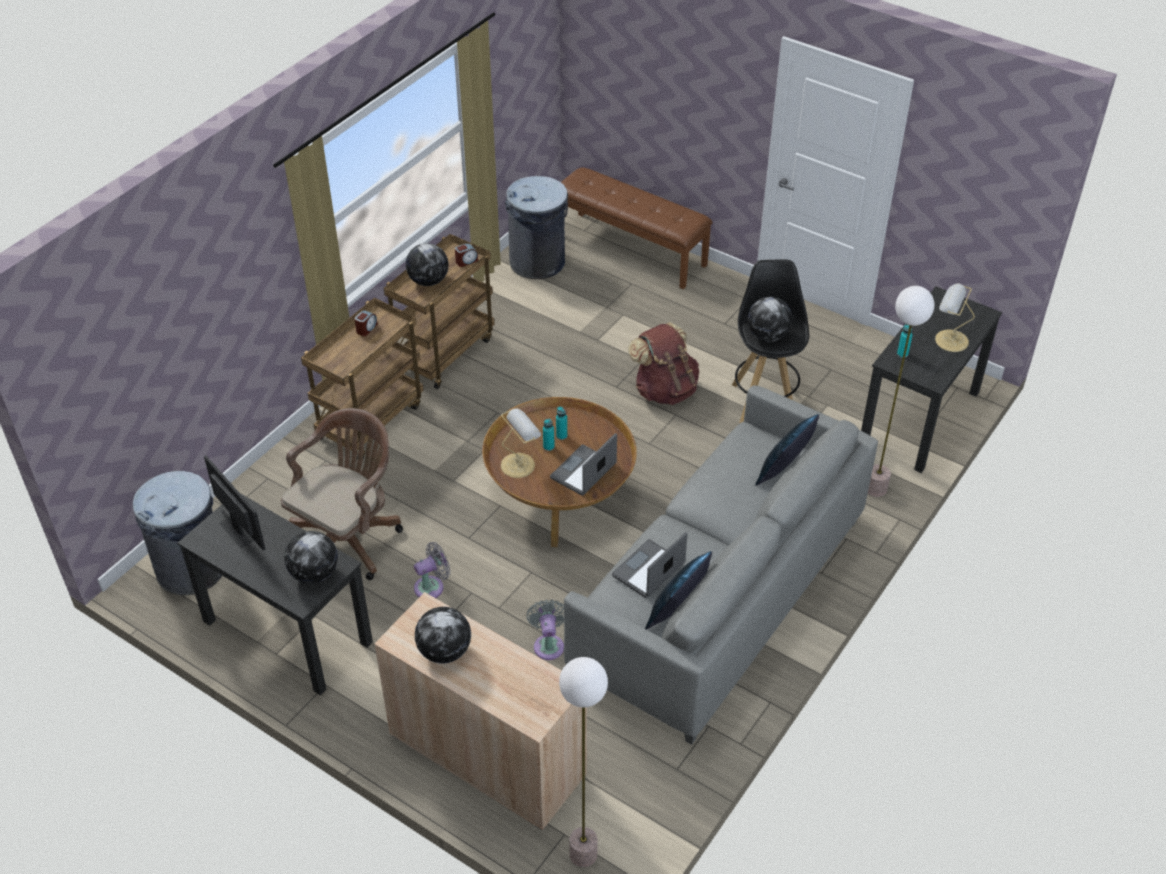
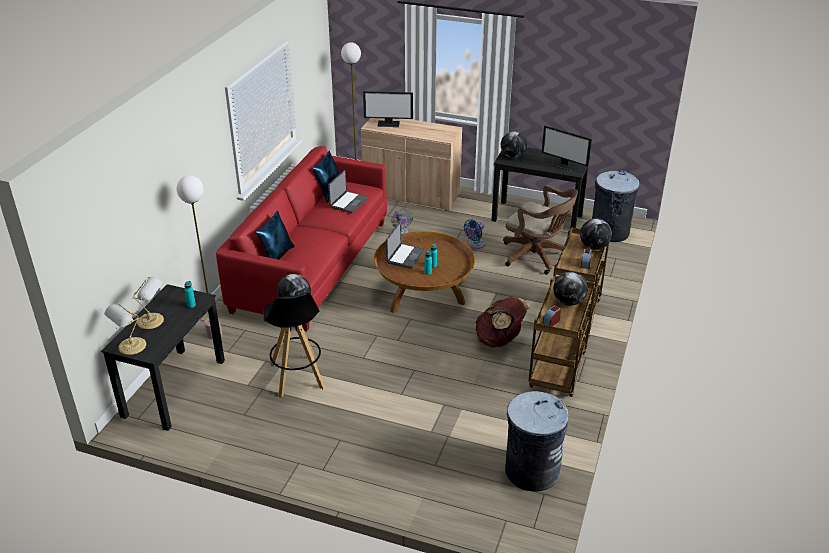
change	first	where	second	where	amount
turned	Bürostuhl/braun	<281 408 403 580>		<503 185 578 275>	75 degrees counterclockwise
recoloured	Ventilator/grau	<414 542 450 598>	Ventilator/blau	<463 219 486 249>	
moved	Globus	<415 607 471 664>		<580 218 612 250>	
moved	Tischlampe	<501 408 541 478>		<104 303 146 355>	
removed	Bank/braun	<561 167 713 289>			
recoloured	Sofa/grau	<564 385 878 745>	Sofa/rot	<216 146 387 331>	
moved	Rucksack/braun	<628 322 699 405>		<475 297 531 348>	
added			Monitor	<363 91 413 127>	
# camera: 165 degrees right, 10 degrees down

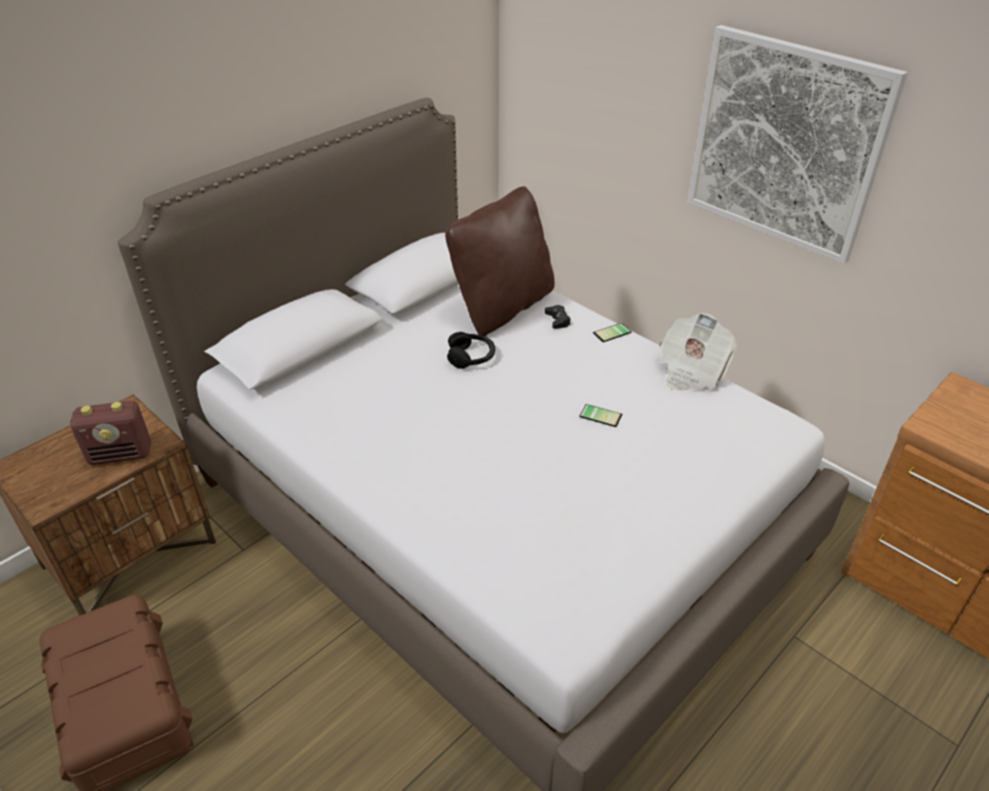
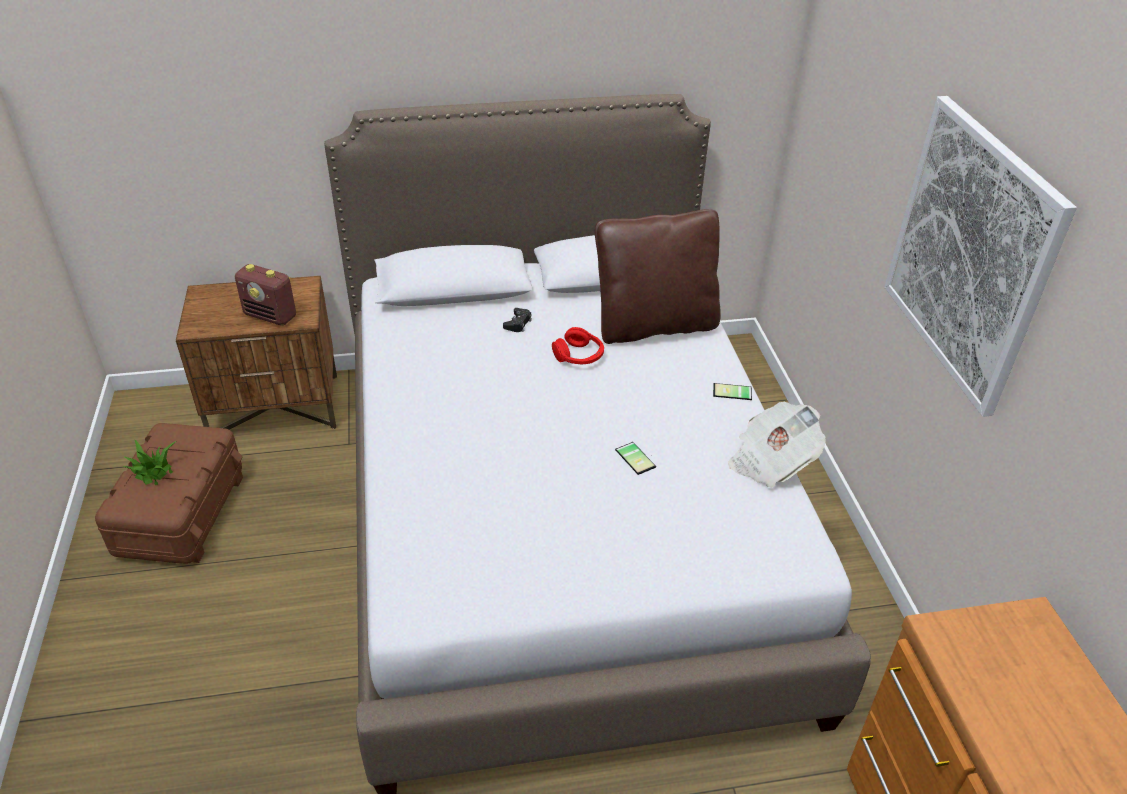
change	first	where	second	where	amount
recoloured	Kopfhörer/schwarz	<447 332 495 369>	Kopfhörer/rot	<552 327 604 364>	
moved	Gamepad/schwarz	<545 305 571 329>		<503 308 532 332>	
added			Topfpflanze	<123 439 176 485>	
# camera: 35 degrees right, 0 degrees up

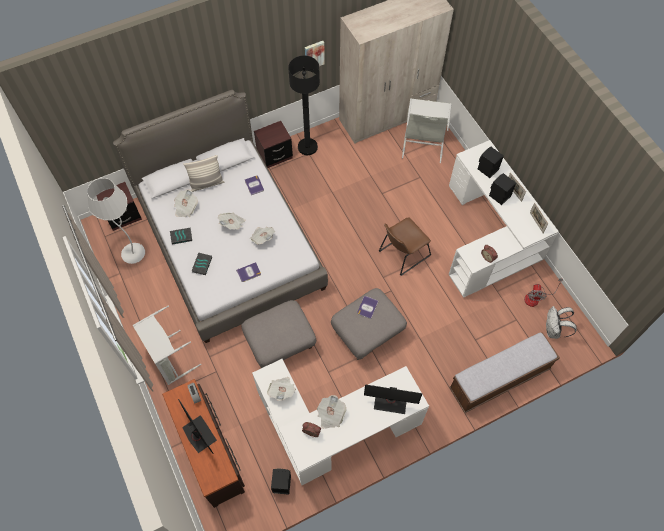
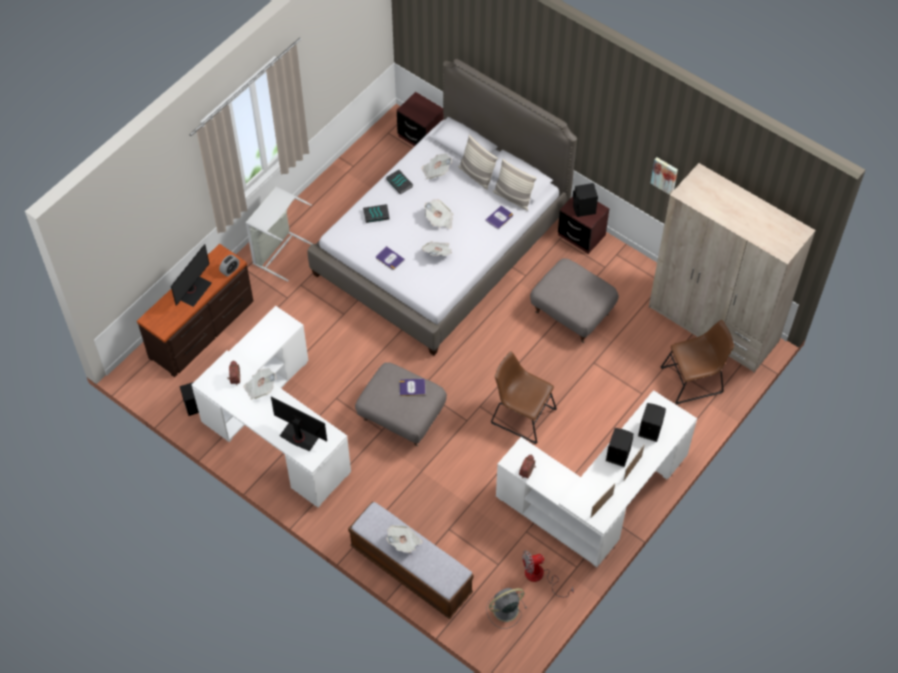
change	first	where	second	where	amount
removed	Stehlampe/weiß	<87 178 145 264>			
moved	Polsterhocker/grau	<241 300 316 368>		<530 258 619 343>	
moved	Zeitung	<267 377 296 401>		<386 525 422 553>	
removed	Stehlampe/schwarz	<288 56 320 155>			
turned	Monitor	<364 385 422 414>		<271 397 327 451>	135 degrees clockwise
replaced	Wäschekorb/grau	<402 98 452 163>	Stuhl/braun	<661 320 734 404>	
replaced	Rucksack/weiß	<546 306 576 339>	Ventilator/grau	<486 588 527 629>	
added			Kissen	<493 159 537 211>	
added			Lautsprecher/schwarz	<573 183 598 217>	
# camera: 65 degrees right, 5 degrees down

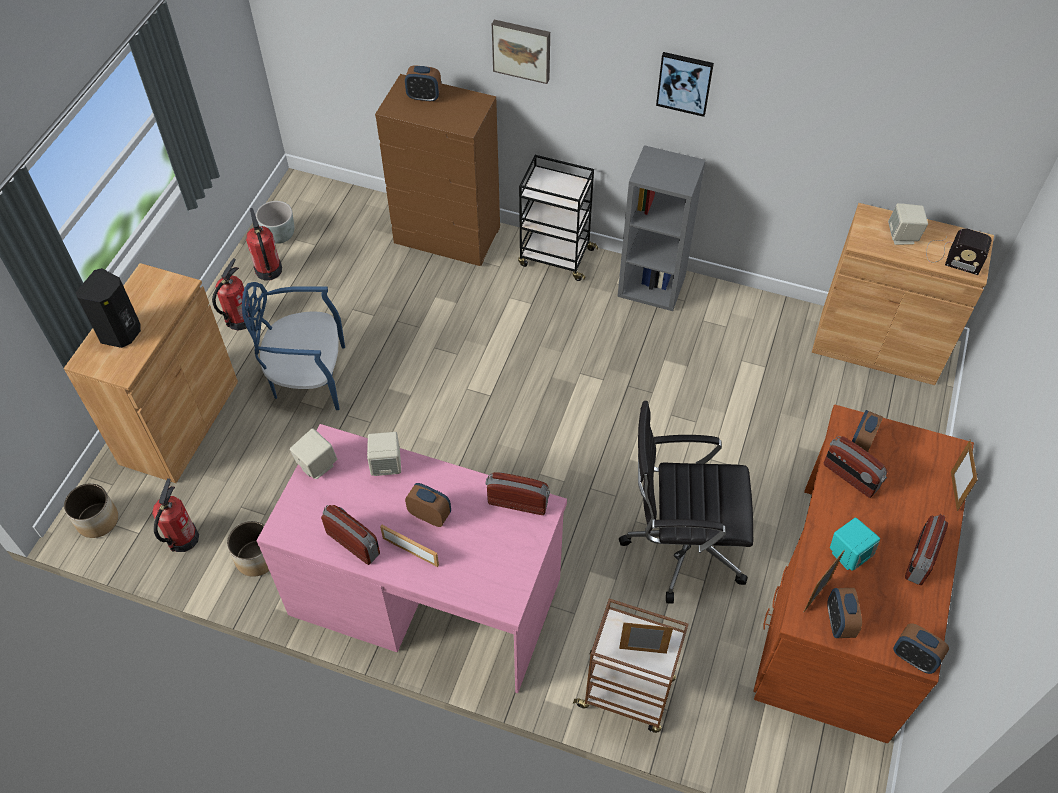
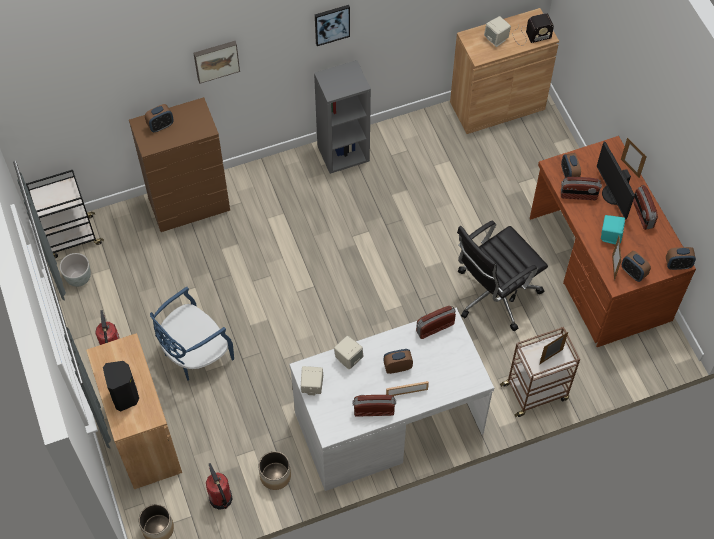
change	first	where	second	where	amount
removed	Feuerlöscher	<246 208 282 281>			
recoloured	Schreibtisch/rosa	<256 424 567 693>	Schreibtisch/weiß	<289 307 494 491>	
moved	Rollwagen/schwarz	<518 155 598 281>		<26 170 104 258>	
added			Monitor	<597 141 635 219>	
# camera: 40 degrees left, 5 degrees up

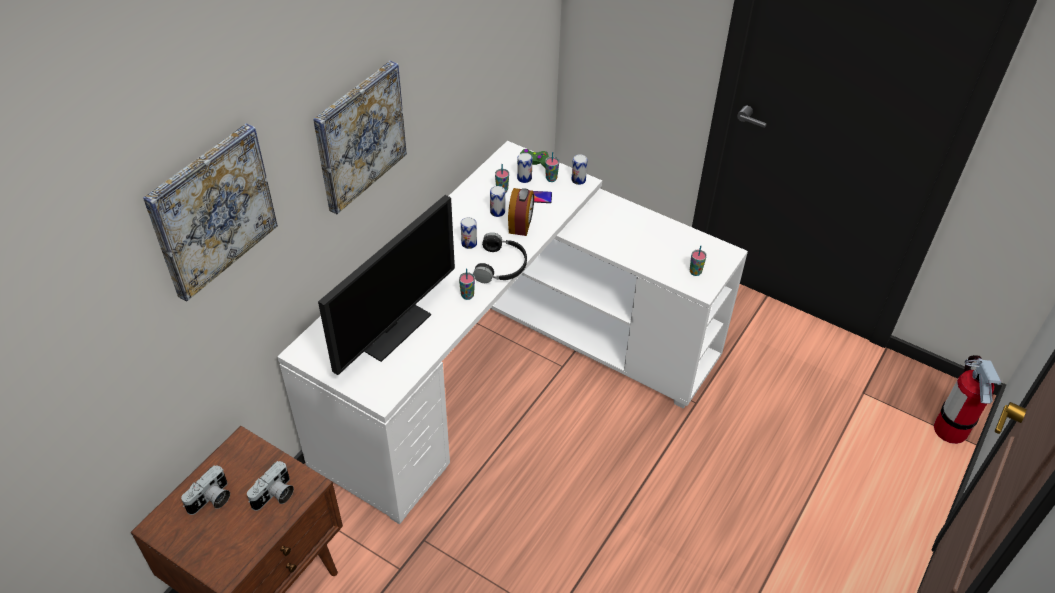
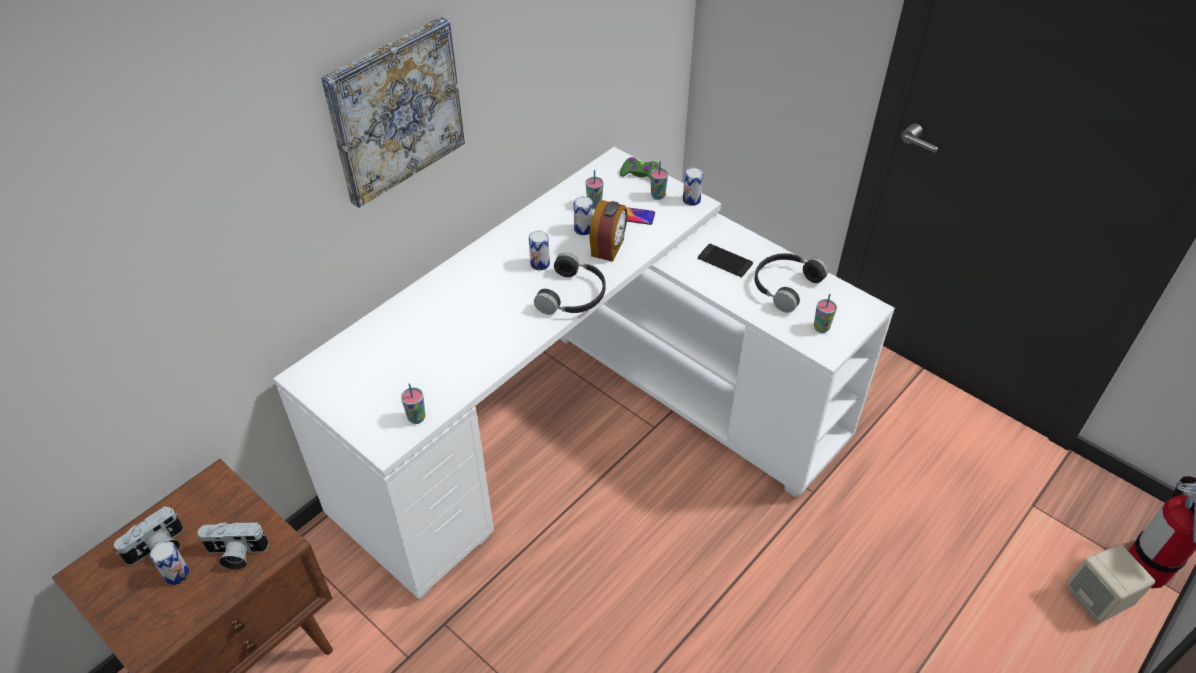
change	first	where	second	where	amount
removed	Bild	<143 123 278 302>			
turned	Kamera	<247 461 294 511>		<198 521 269 570>	45 degrees clockwise
removed	Monitor	<318 195 455 375>			
moved	Tasse	<459 268 475 300>		<401 383 425 424>	
moved	Dose	<517 153 532 183>		<150 541 190 585>	
added			Handy	<698 244 753 277>	
added			Kopfhörer/schwarz	<754 253 828 313>	
added			Lautsprecher/beige	<1067 545 1155 623>	
# camera: 10 degrees right, 0 degrees up

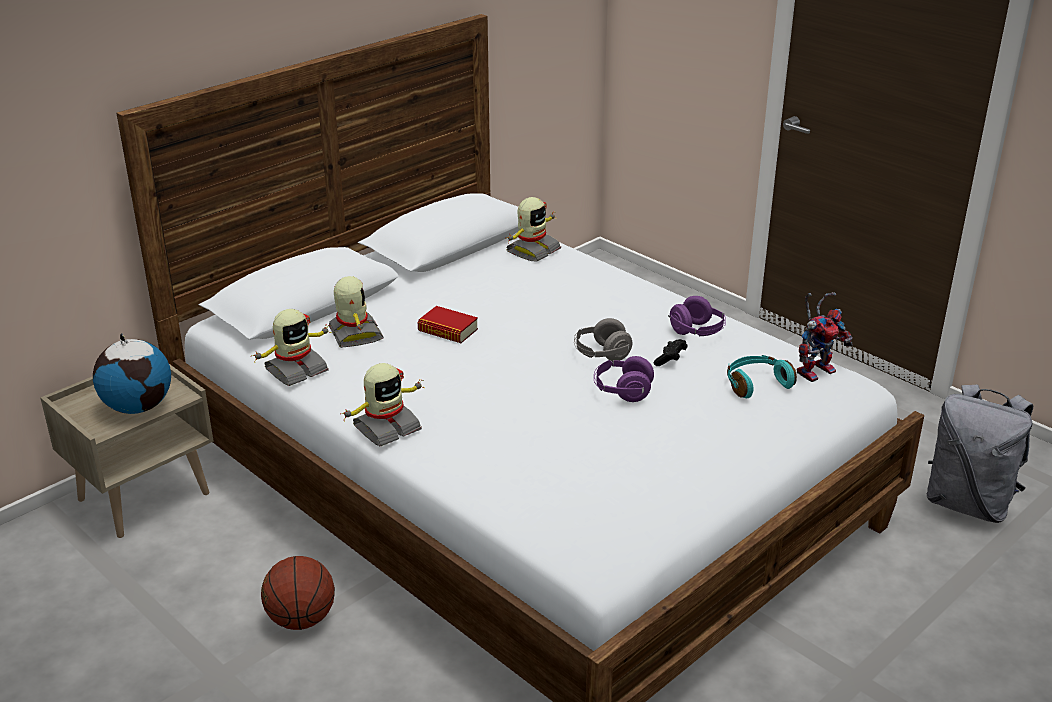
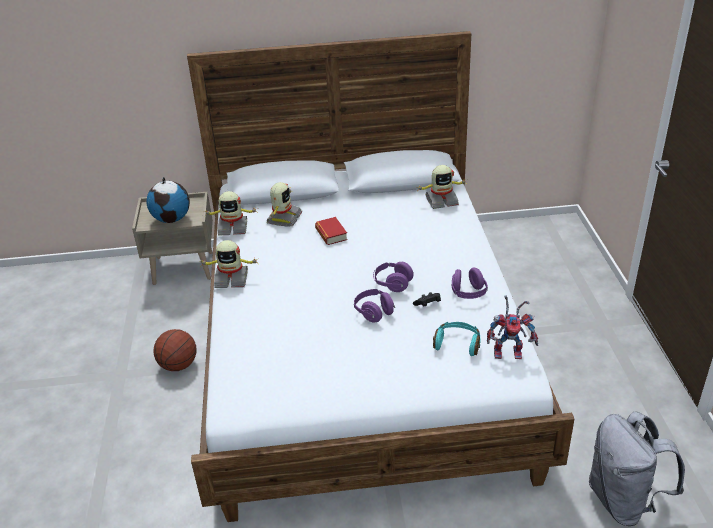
change	first	where	second	where	amount
recoloured	Kopfhörer/grau	<574 318 632 361>	Kopfhörer/lila	<373 262 414 292>	
# camera: 40 degrees right, 5 degrees up

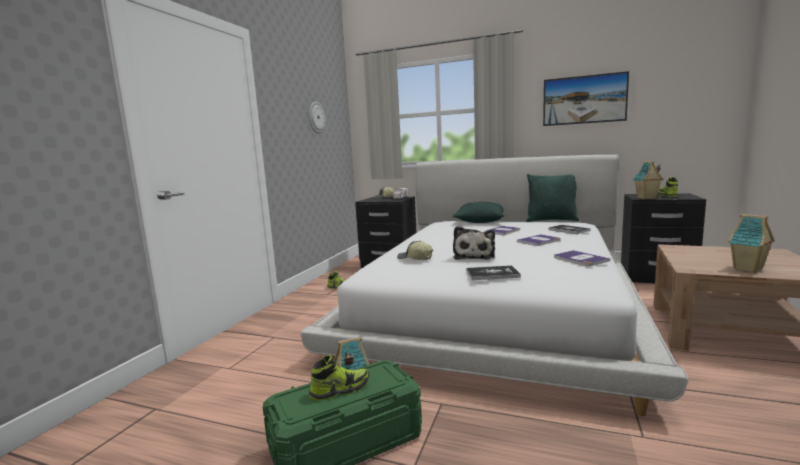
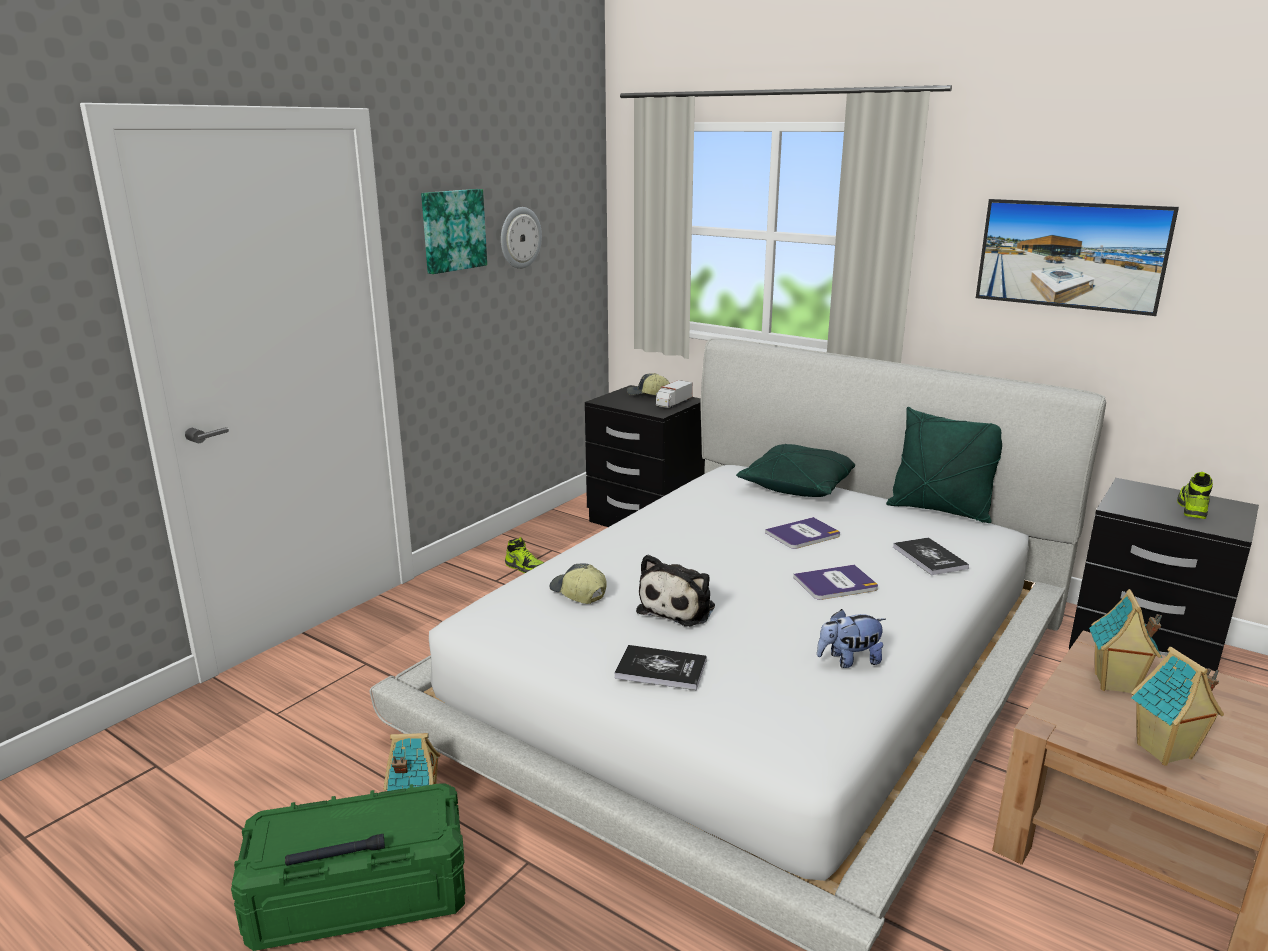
change	first	where	second	where	amount
removed	Schuh	<309 355 369 401>			
replaced	Buch	<554 250 610 266>	Plüschtier	<817 609 886 668>	
moved	Spielzeughaus	<633 161 663 199>		<1089 589 1162 693>	
added			Taschenlampe/schwarz	<285 834 385 866>	
added			Bild	<421 189 487 274>	
# camera: 15 degrees right, 10 degrees up

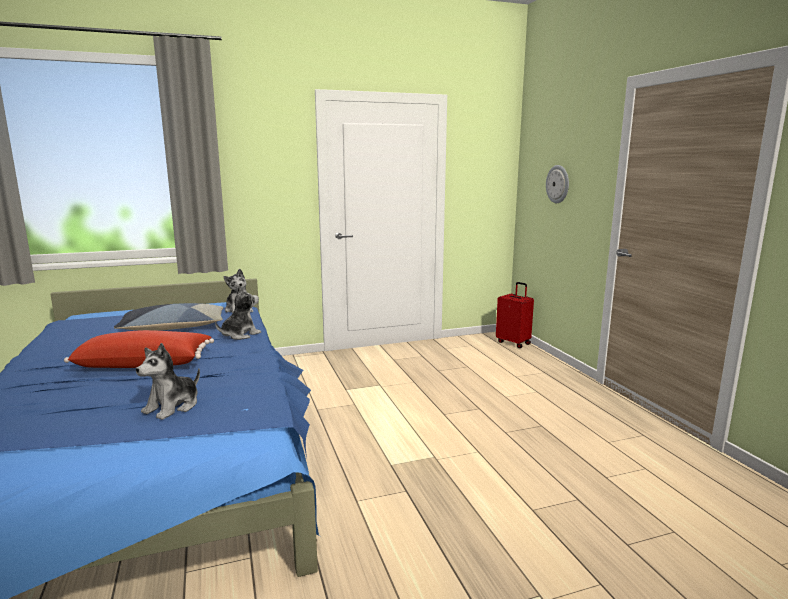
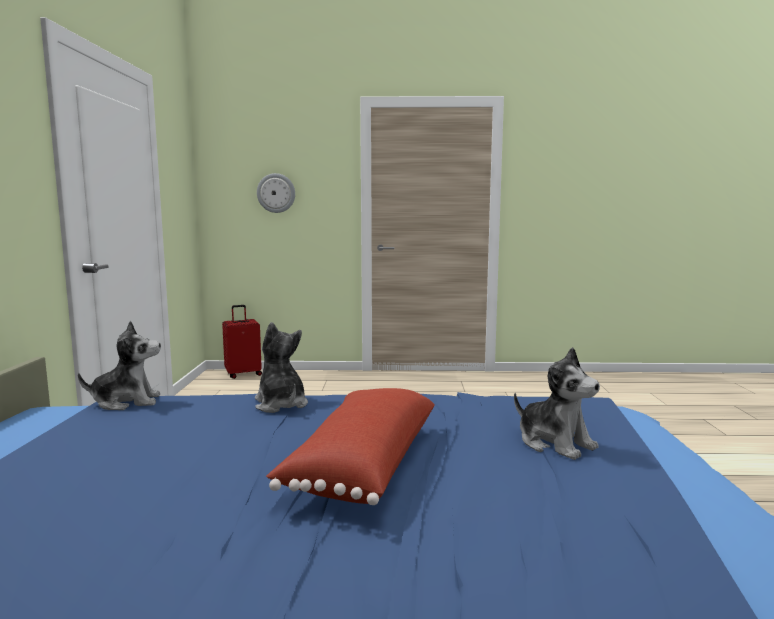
change	first	where	second	where	amount
removed	Kissen	<114 303 224 331>			
# camera: 70 degrees left, 5 degrees down

